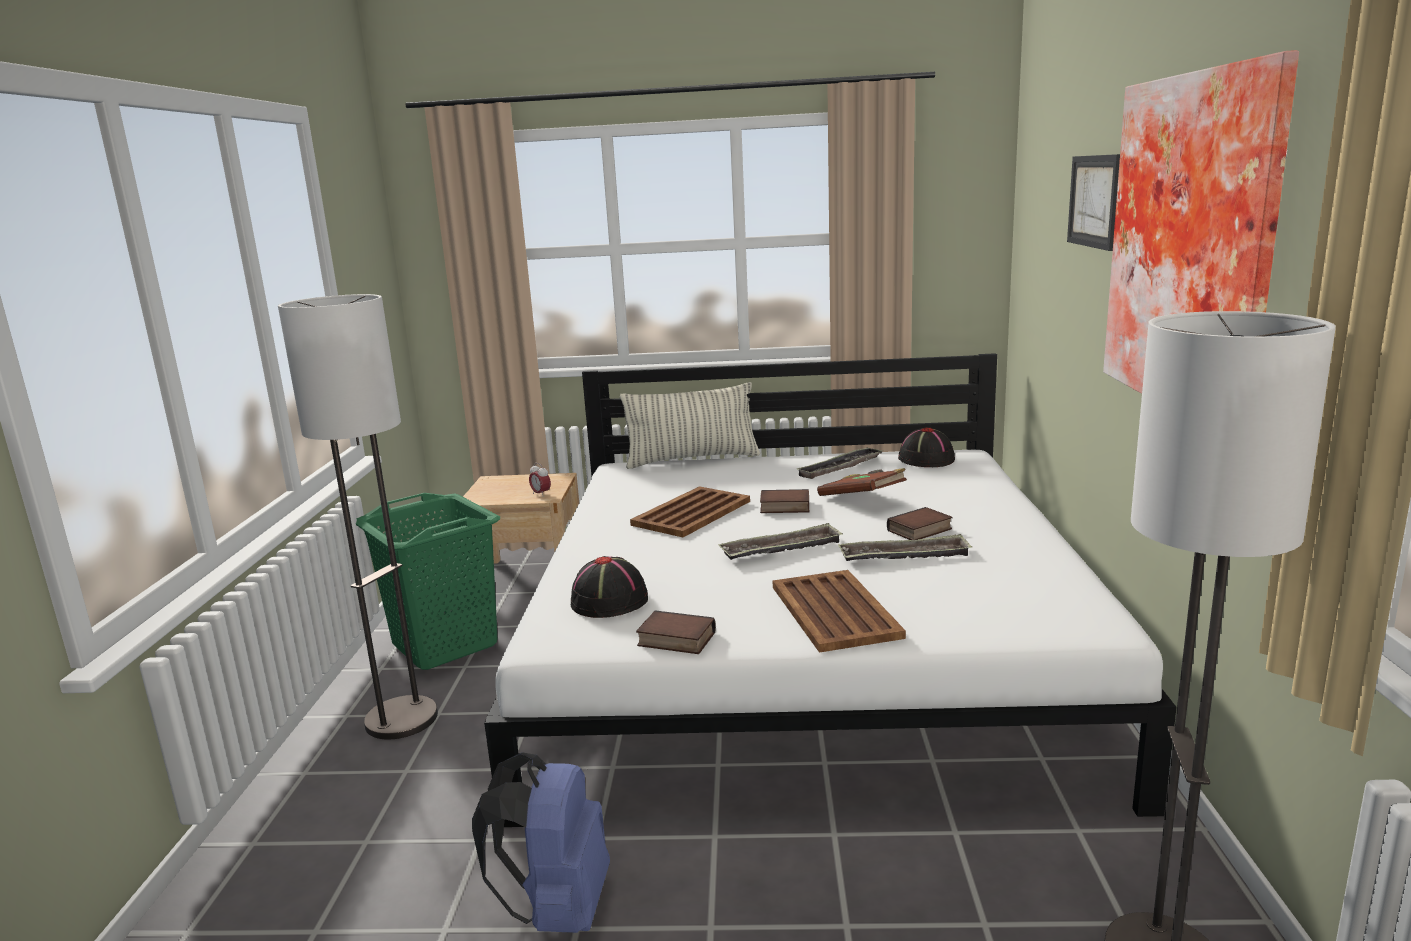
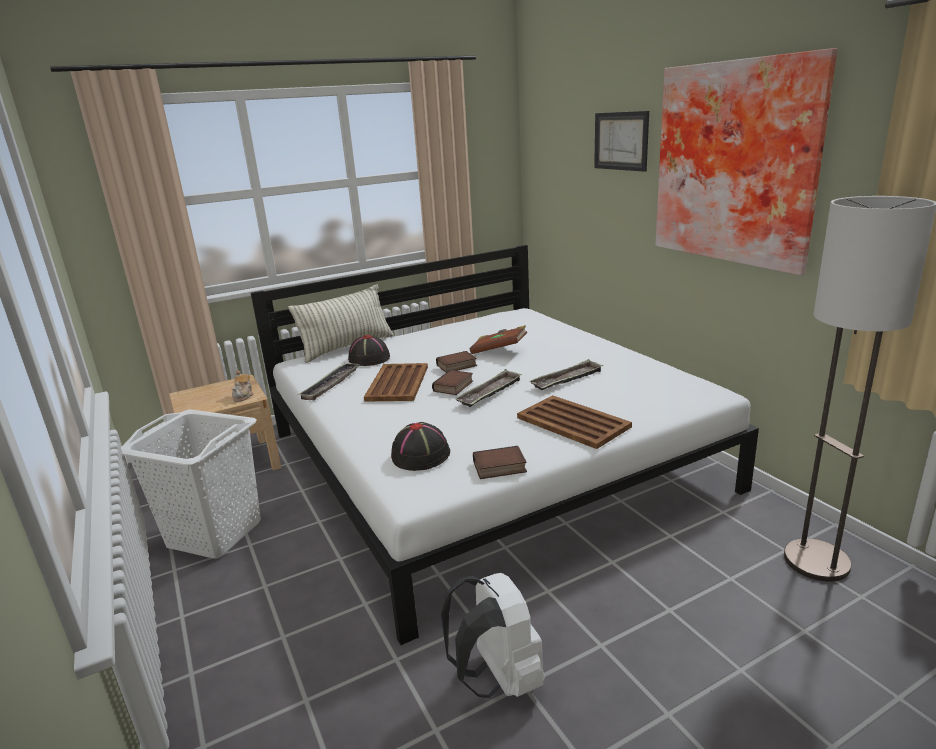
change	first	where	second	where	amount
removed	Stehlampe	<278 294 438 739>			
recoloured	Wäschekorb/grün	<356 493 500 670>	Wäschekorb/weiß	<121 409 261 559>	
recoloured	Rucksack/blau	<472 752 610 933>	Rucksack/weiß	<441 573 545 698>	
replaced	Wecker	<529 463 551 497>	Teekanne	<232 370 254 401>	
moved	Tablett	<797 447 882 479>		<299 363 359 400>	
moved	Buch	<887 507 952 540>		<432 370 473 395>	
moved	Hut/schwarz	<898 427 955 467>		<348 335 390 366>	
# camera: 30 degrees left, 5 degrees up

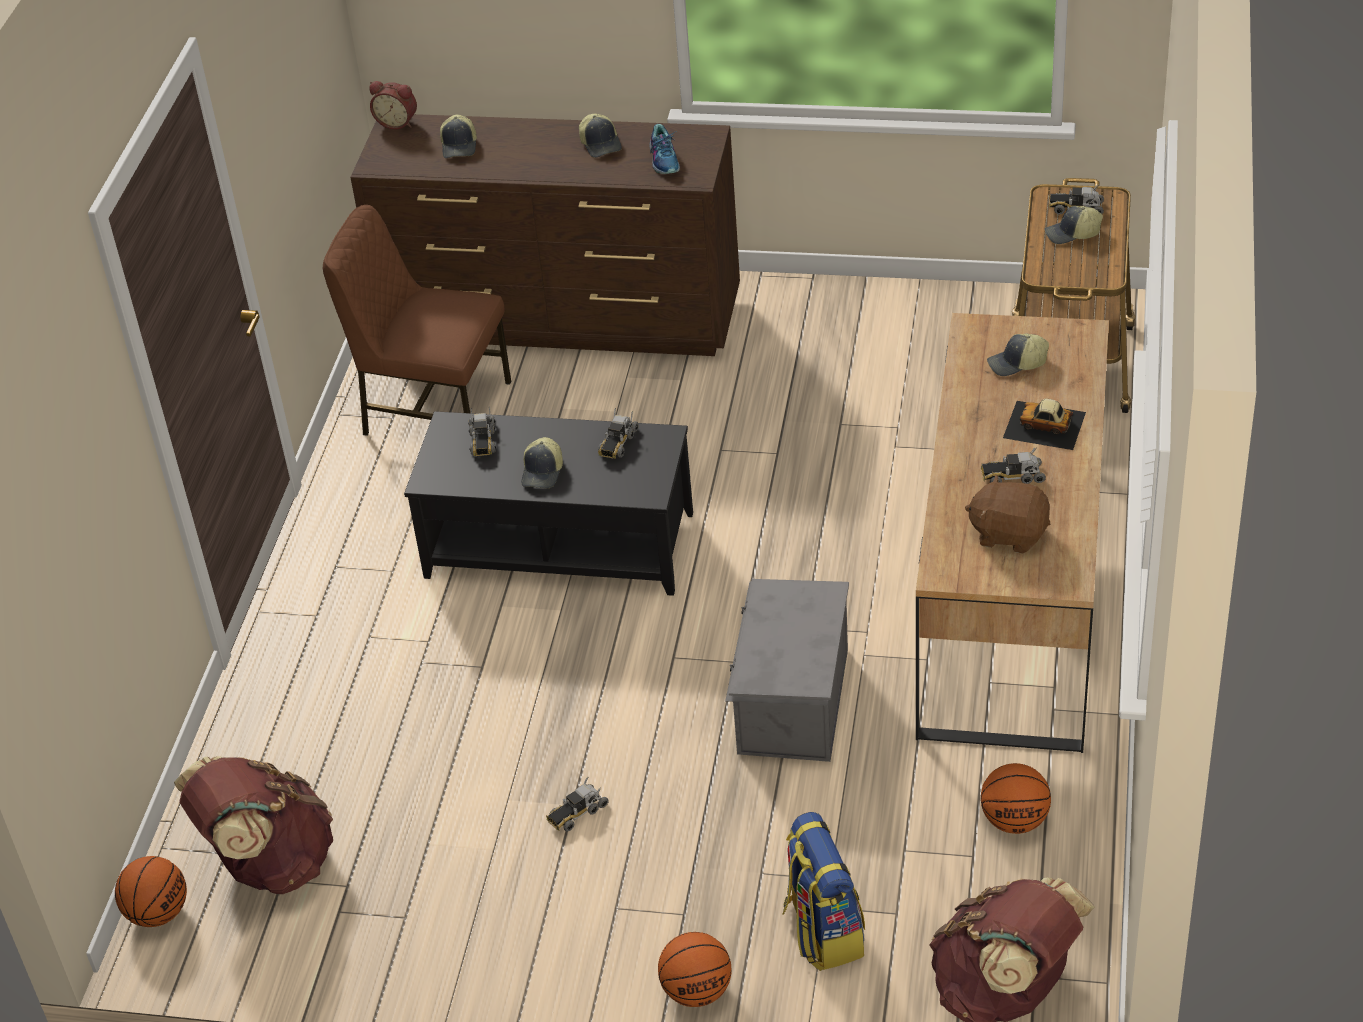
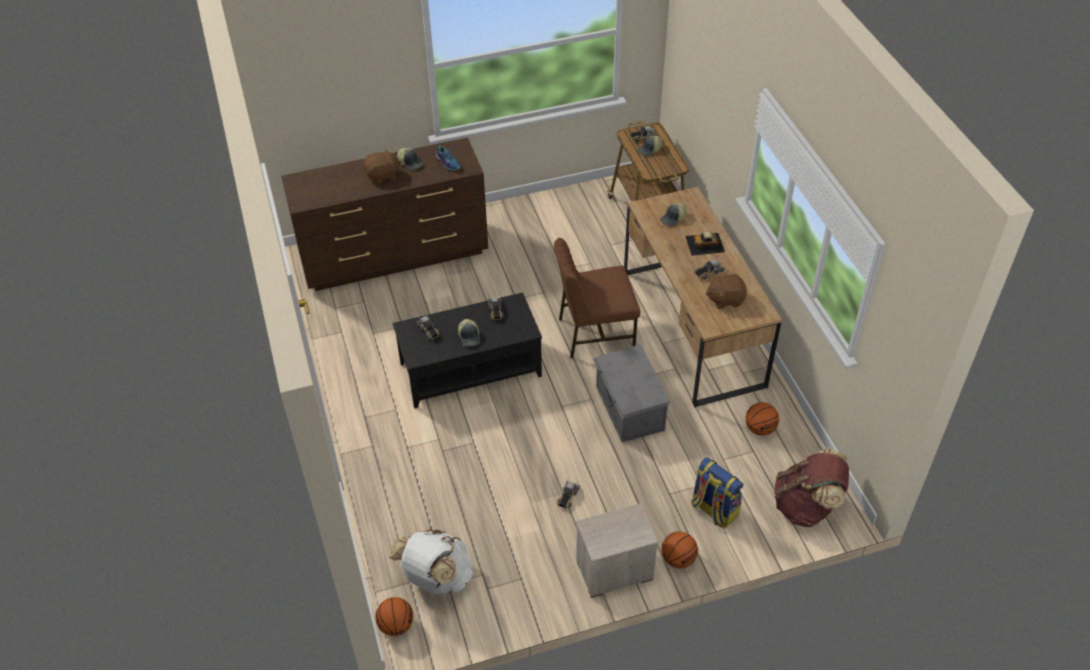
change	first	where	second	where	amount
recoloured	Rucksack/braun	<174 756 333 894>	Rucksack/weiß	<389 529 473 594>	
moved	Stuhl/braun	<323 205 511 436>		<554 238 640 358>	
removed	Wecker	<369 81 417 130>			
removed	Kappe	<440 115 477 158>			
added			Plüschtier/braun	<364 149 401 184>	
added			Nachttisch	<576 503 658 598>	
# camera: 30 degrees left, 5 degrees up

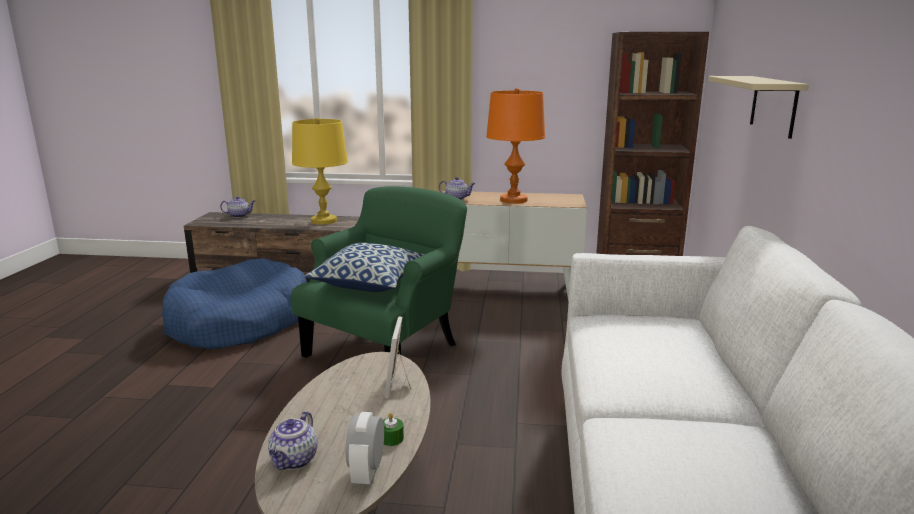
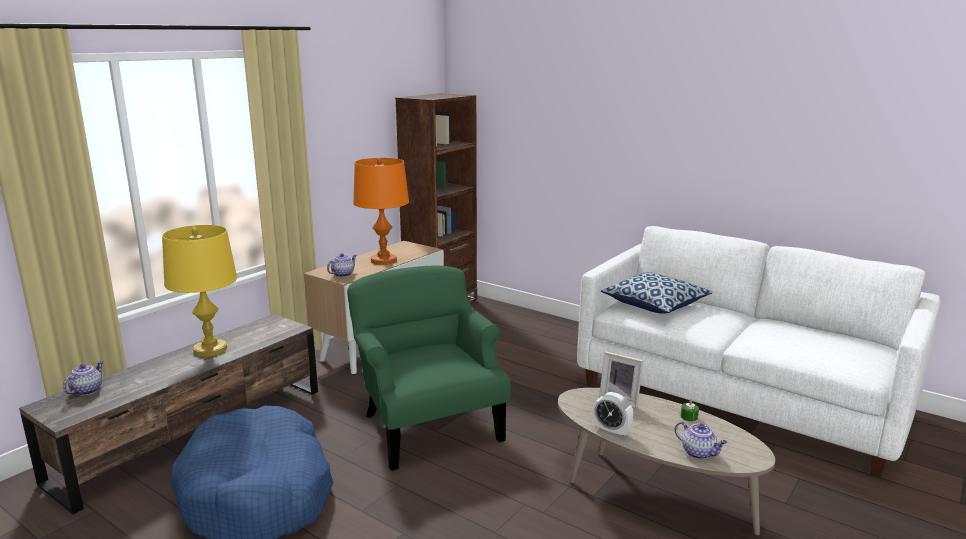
change	first	where	second	where	amount
moved	Kissen	<304 243 425 292>		<601 272 713 314>	
moved	Wecker	<345 412 384 485>		<593 392 633 438>	
removed	Wandregal/beige	<708 76 809 139>			
# camera: 60 degrees left, 0 degrees up

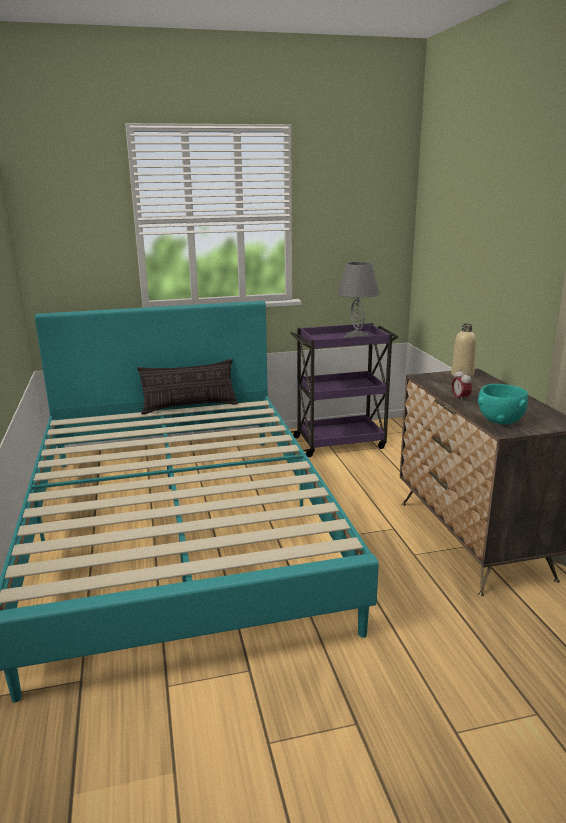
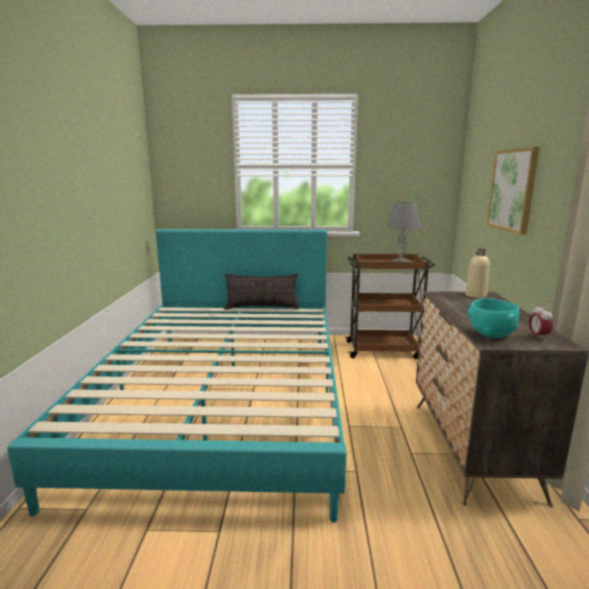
change	first	where	second	where	amount
recoloured	Rollwagen/lila	<290 323 398 457>	Rollwagen/braun	<344 253 435 359>	
moved	Wecker	<452 369 472 402>		<529 304 553 340>	
added			Bild	<487 147 540 235>	
# camera: 15 degrees right, 5 degrees down

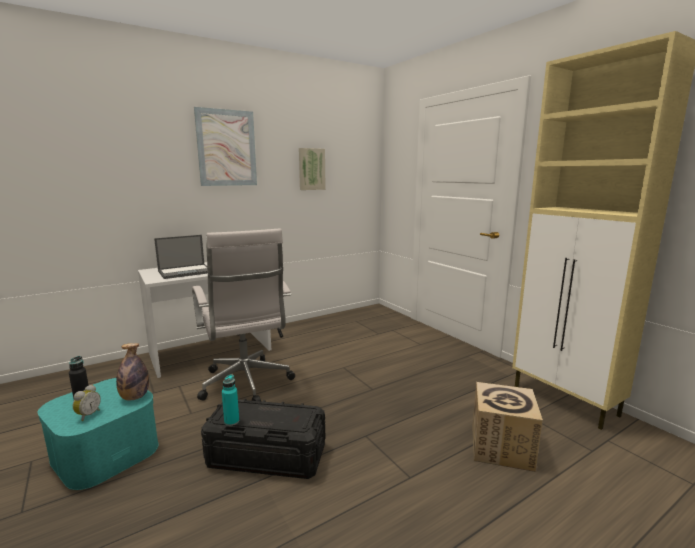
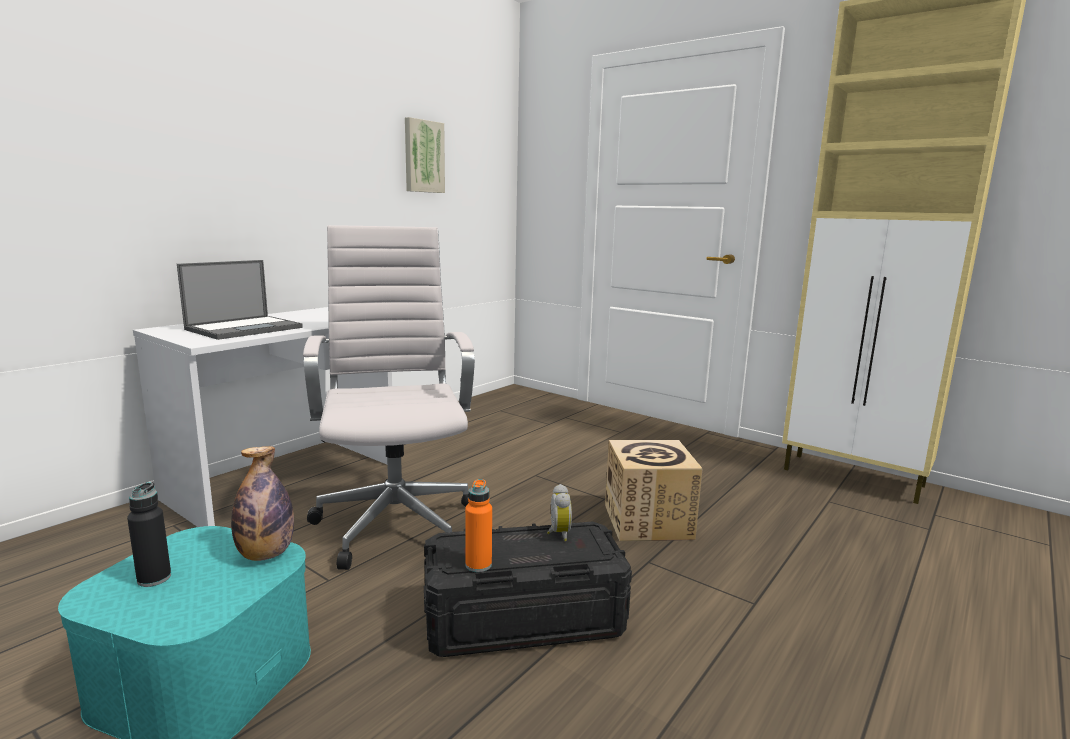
change	first	where	second	where	amount
moved	Wecker	<73 384 101 421>		<547 484 572 541>	
turned	Bürostuhl/weiß	<192 228 295 401>		<303 225 475 570>	150 degrees counterclockwise
removed	Bild	<194 107 257 186>			
recoloured	Flasche/türkis	<222 375 239 426>	Flasche/orange	<465 479 492 572>	
moved	Karton	<472 382 543 472>		<605 440 703 541>	
# camera: 20 degrees left, 0 degrees up

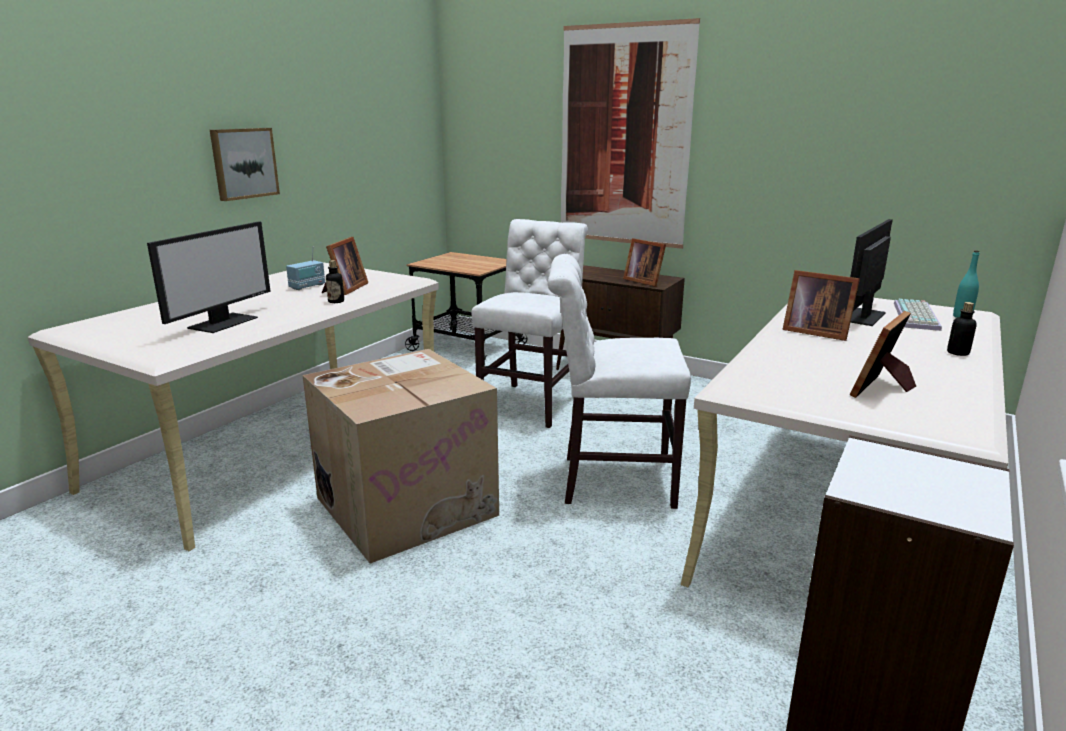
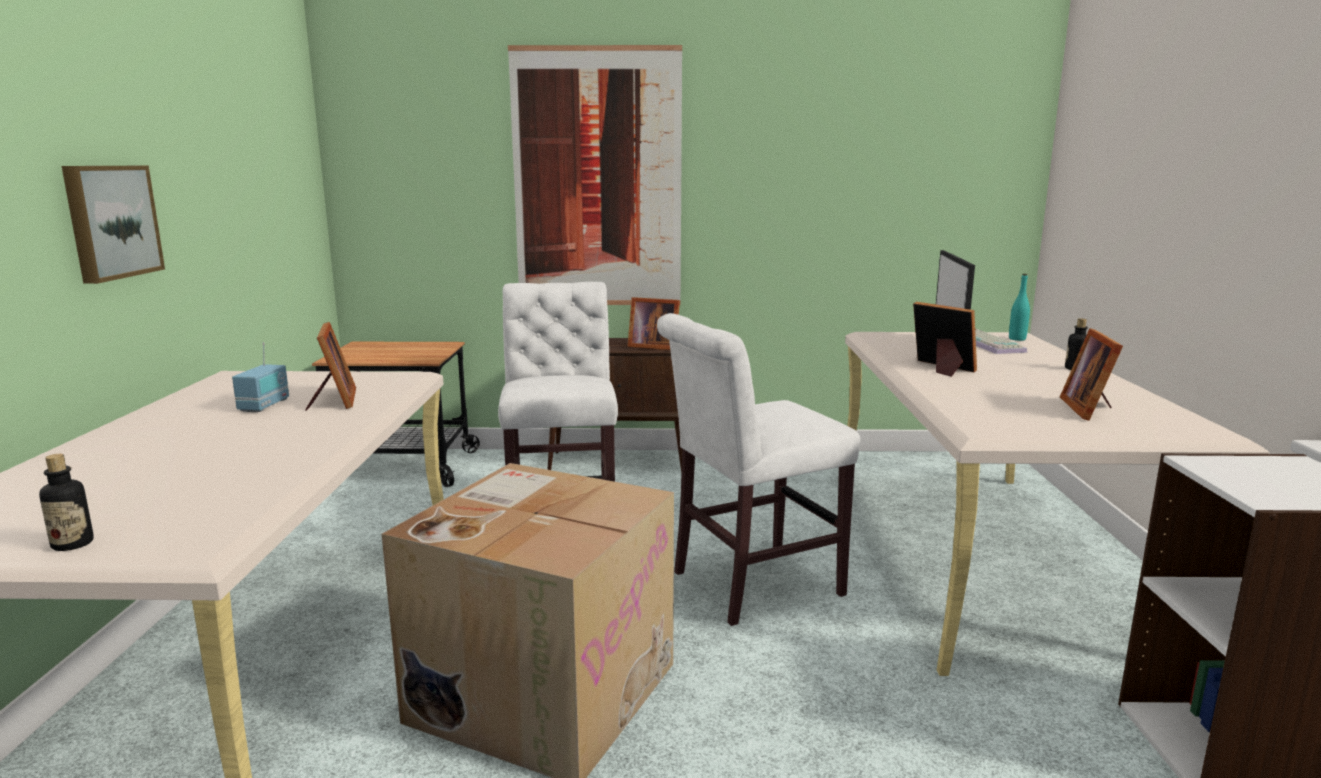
change	first	where	second	where	amount
removed	Monitor	<147 221 271 333>			
moved	Flasche	<326 260 344 303>		<39 454 94 551>	
turned	Bilderrahmen	<782 270 860 341>		<913 302 977 377>	135 degrees counterclockwise
# camera: 30 degrees left, 5 degrees down

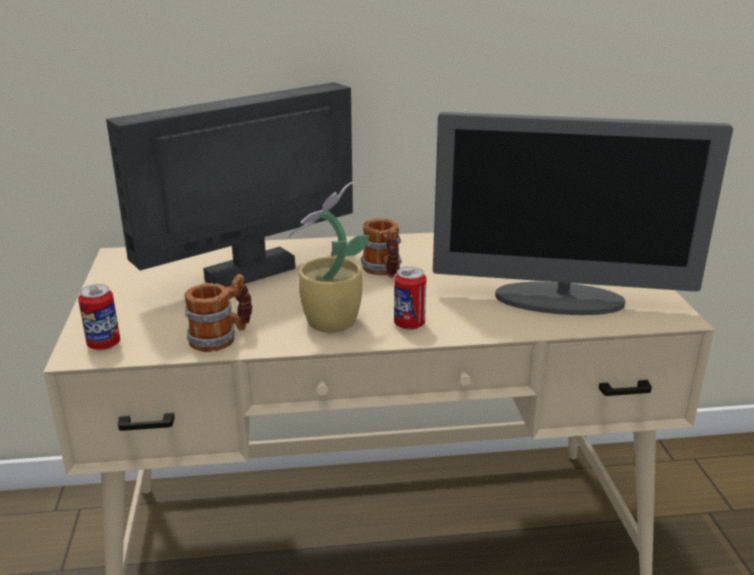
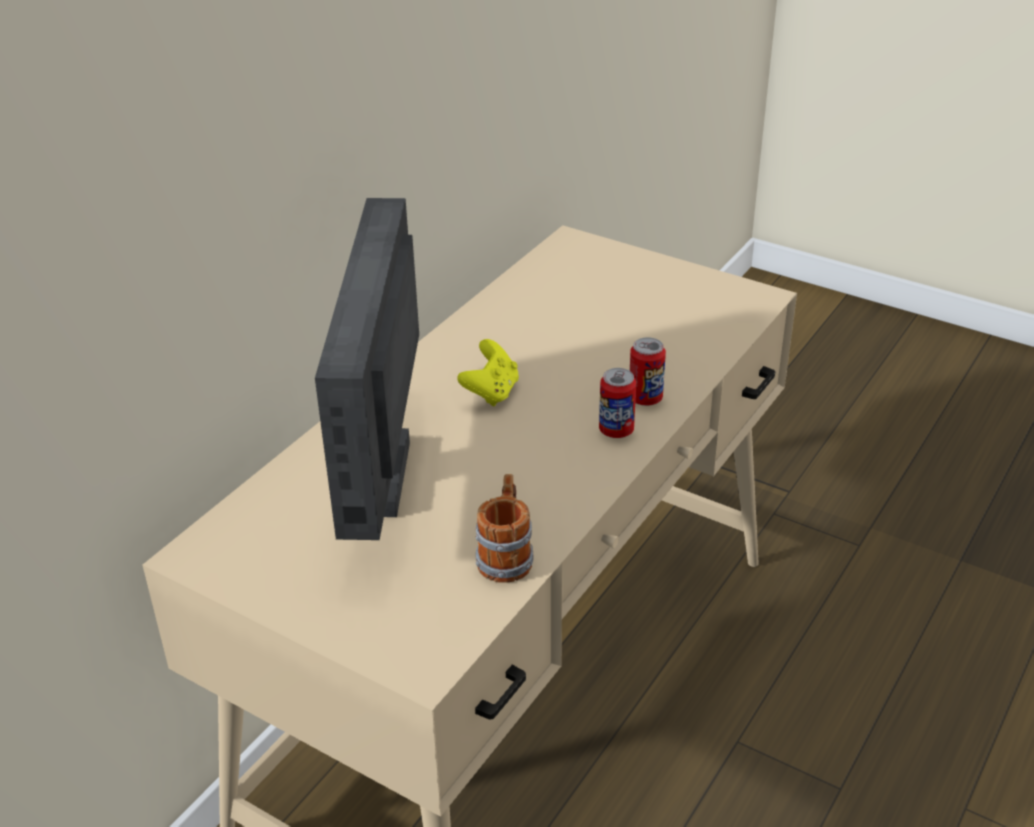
change	first	where	second	where	amount
moved	Dose	<78 284 120 350>		<630 337 666 406>	
removed	Topfpflanze	<288 182 369 333>			
replaced	Henkelbecher	<360 219 402 278>	Gamepad/gelb	<457 339 519 407>	
removed	Monitor	<433 112 733 315>			
# camera: 50 degrees left, 10 degrees up

